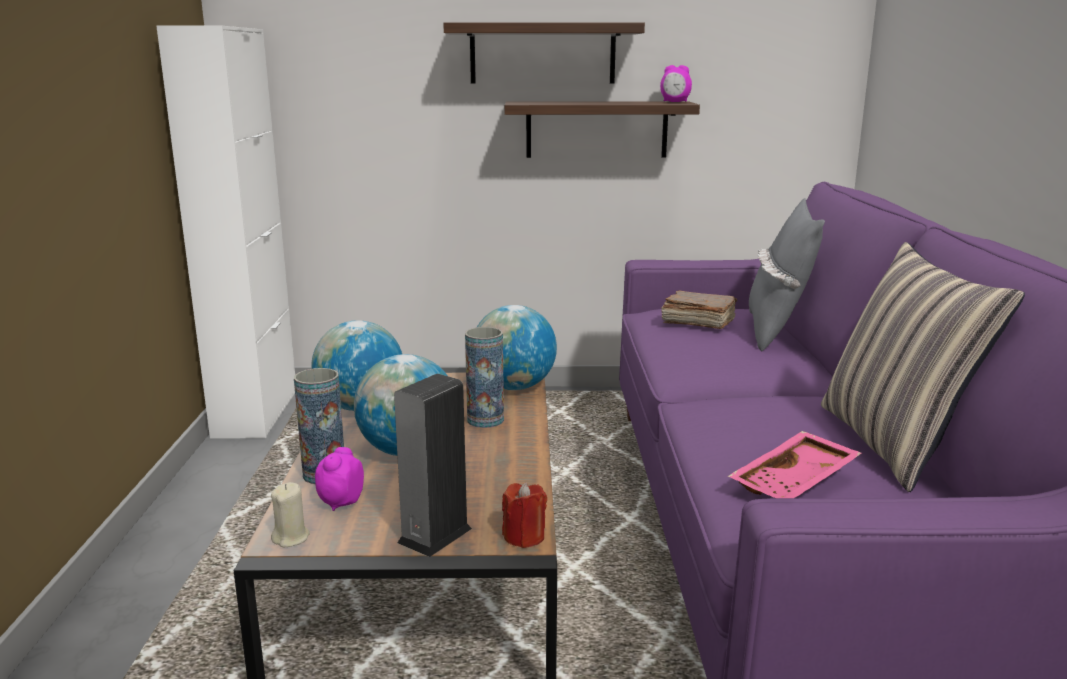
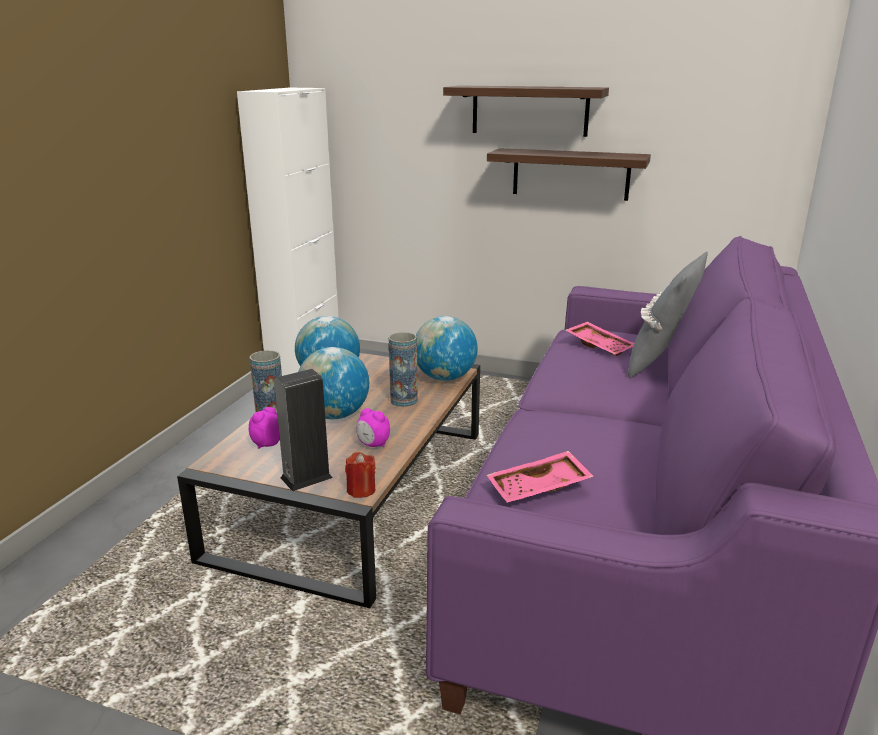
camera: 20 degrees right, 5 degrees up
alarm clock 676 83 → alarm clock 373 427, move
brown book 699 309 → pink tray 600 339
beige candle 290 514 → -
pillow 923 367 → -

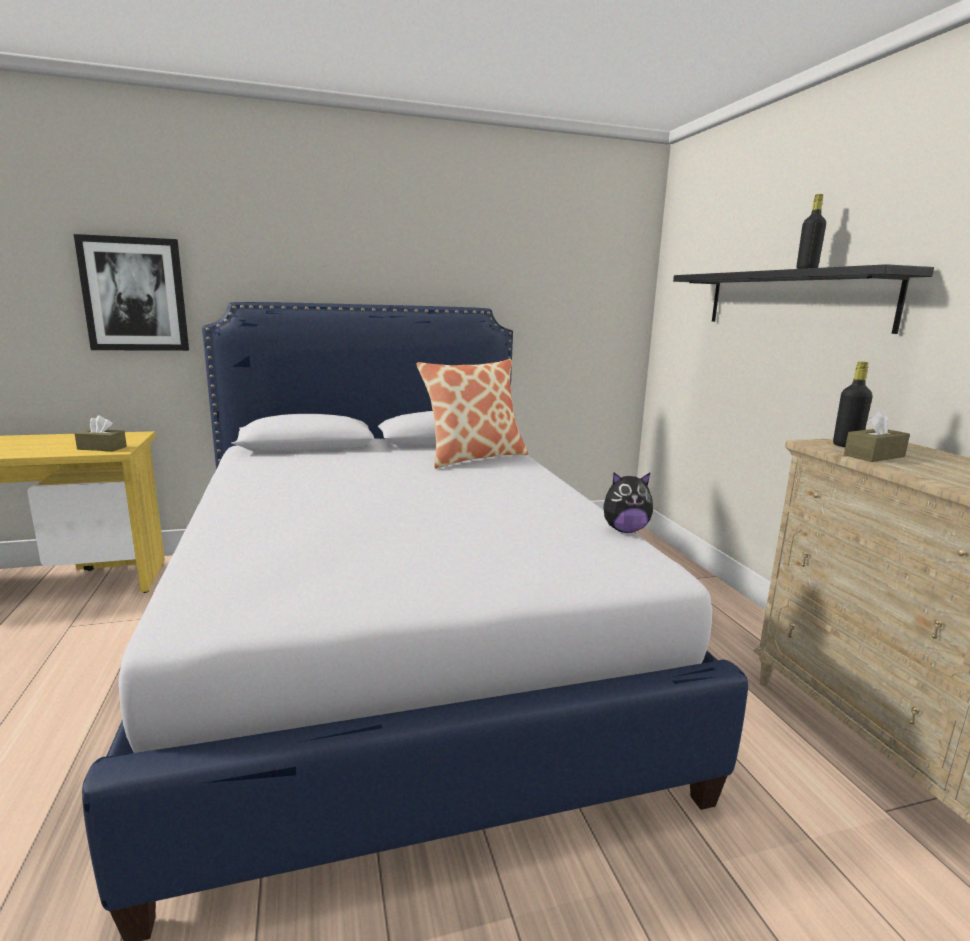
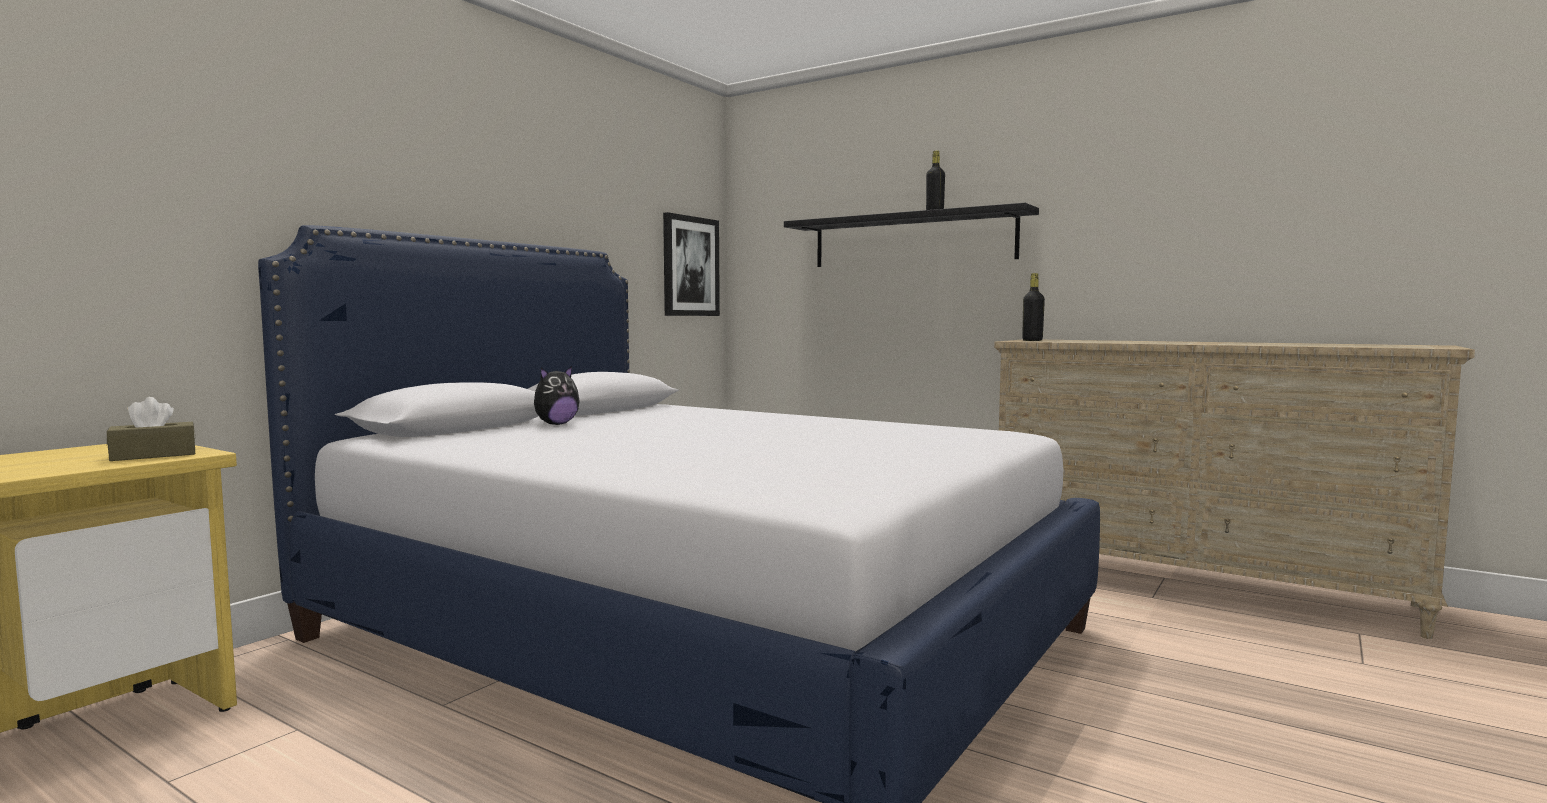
camera: 40 degrees left, 10 degrees down
plush toy 628 503 → plush toy 557 395, move
picture 131 292 → picture 691 264, move
pillow 472 414 → -
brown tissue box 877 435 → -

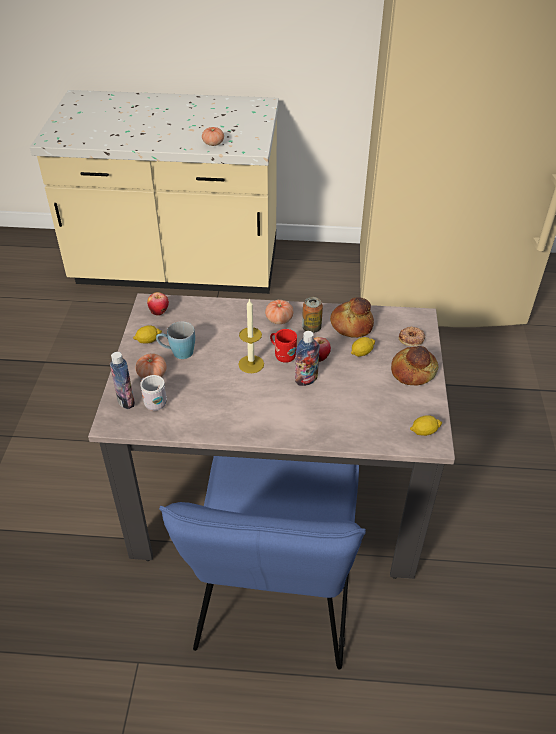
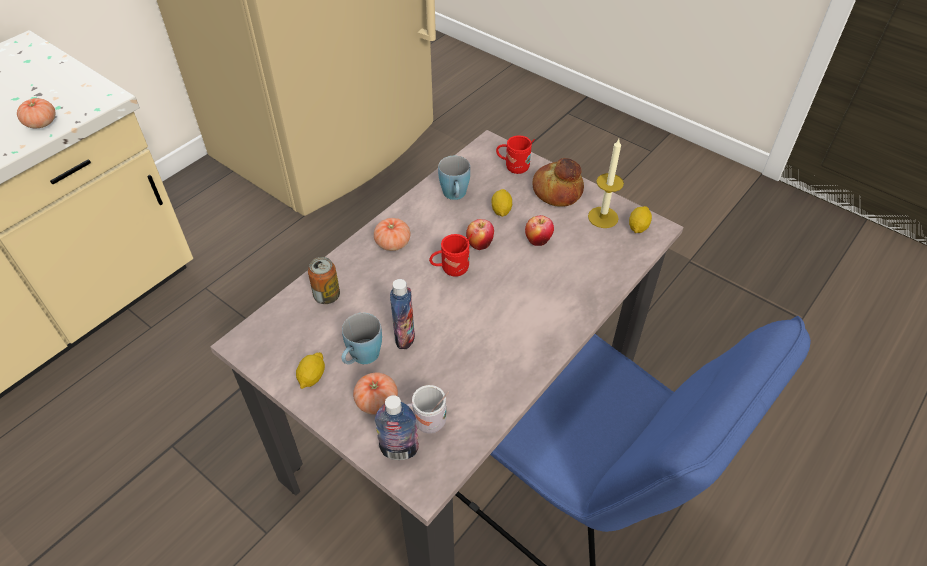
camera: 55 degrees left, 5 degrees up
can 312 315 → can 324 280, move
bottle 307 358 → bottle 402 314, move
bread 352 317 → blue mug 454 178
donut 412 336 → red mug 515 154
apple 158 304 → apple 539 230, move
candle 251 335 → candle 606 183, move

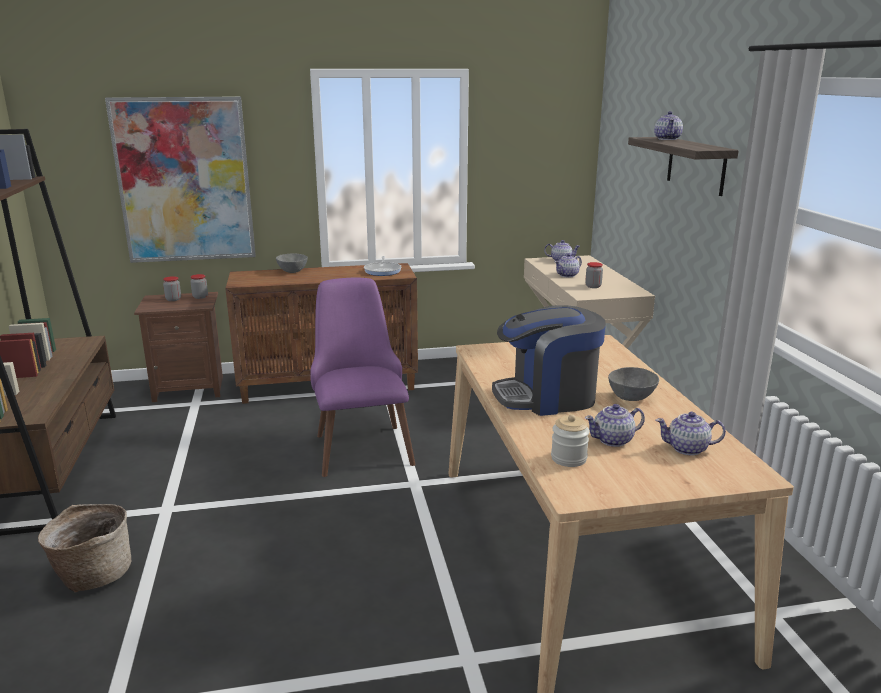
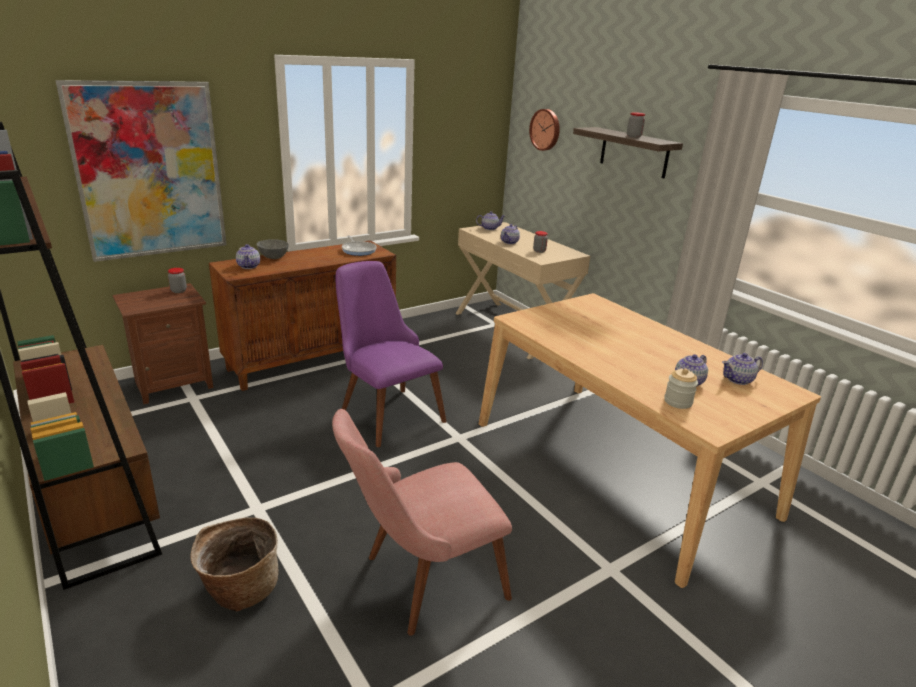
camera: 25 degrees left, 5 degrees up
teapot 668 125 → teapot 248 256, move
- → pink chair 422 522
- → wall clock 544 130
jar 172 288 → jar 636 125, move
coffee machine 549 360 → -
grey bowl 633 384 → -

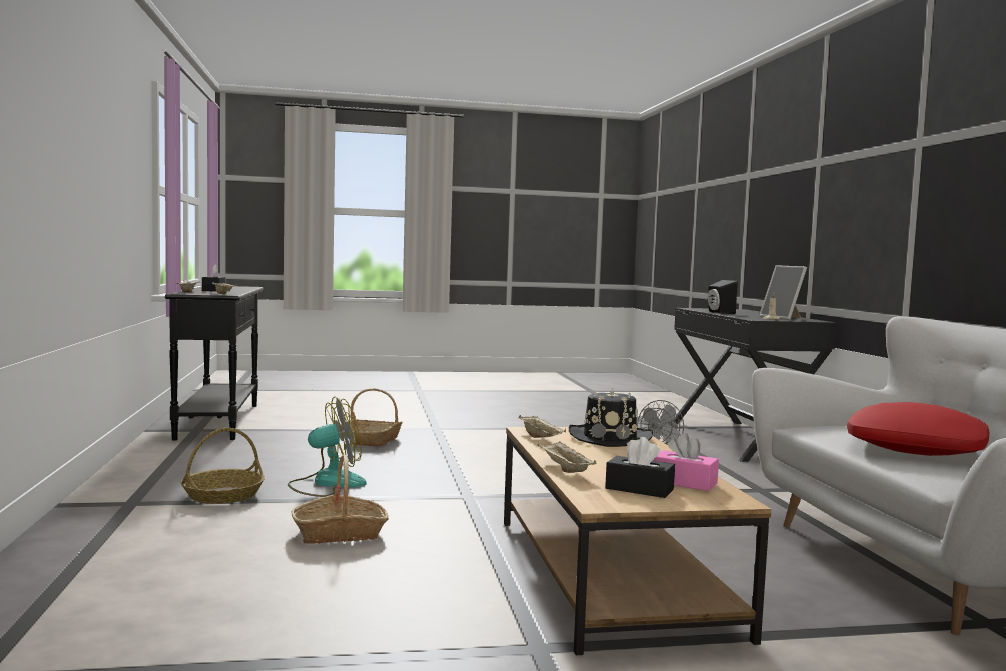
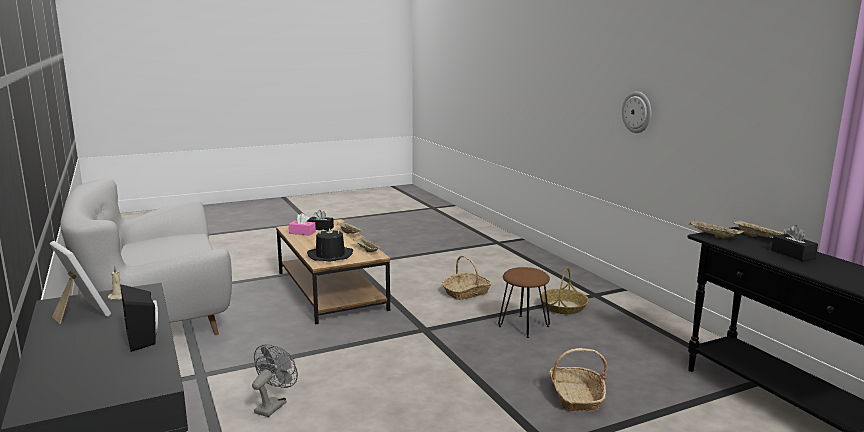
camera: 165 degrees right, 10 degrees up
fan 327 447 → brown stool 524 302
- → wall clock 636 112
red pillow 918 429 → -

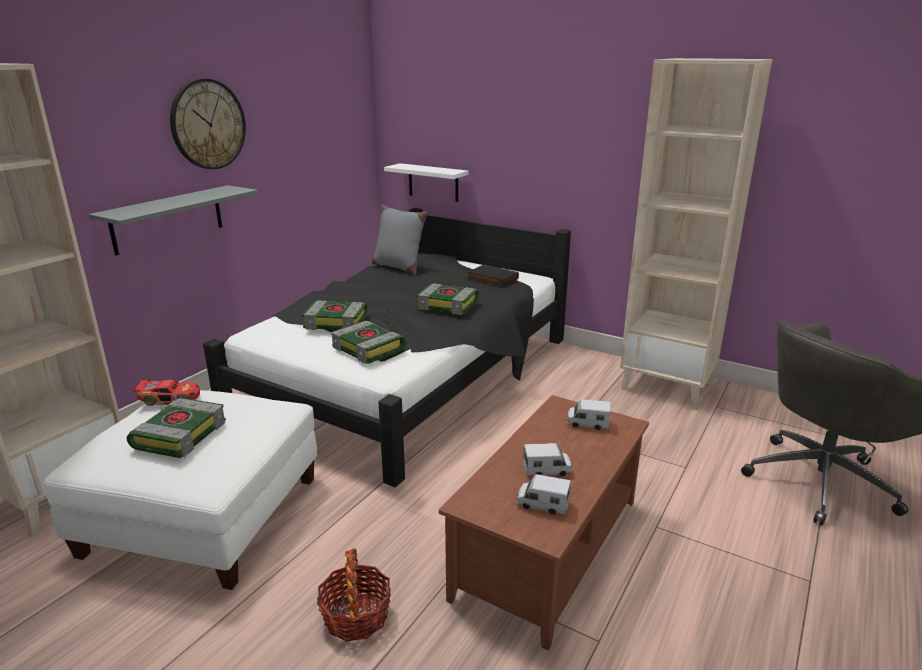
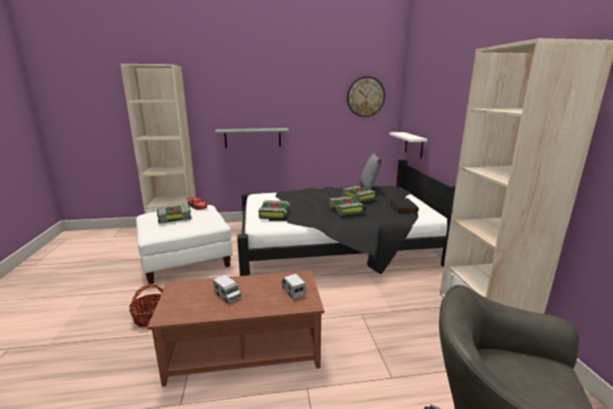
camera: 50 degrees right, 5 degrees down
book 335 315 → book 360 194, move
wall clock 208 123 → wall clock 366 96, move
toy truck 543 494 → -

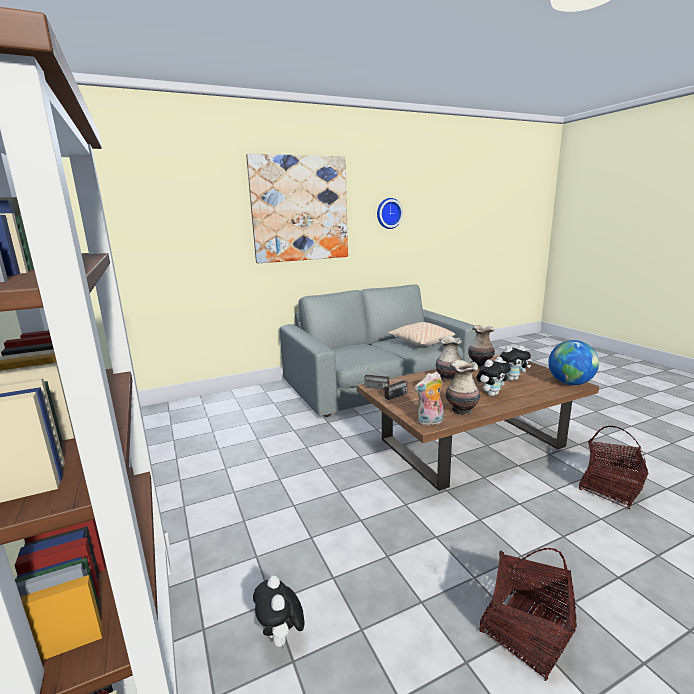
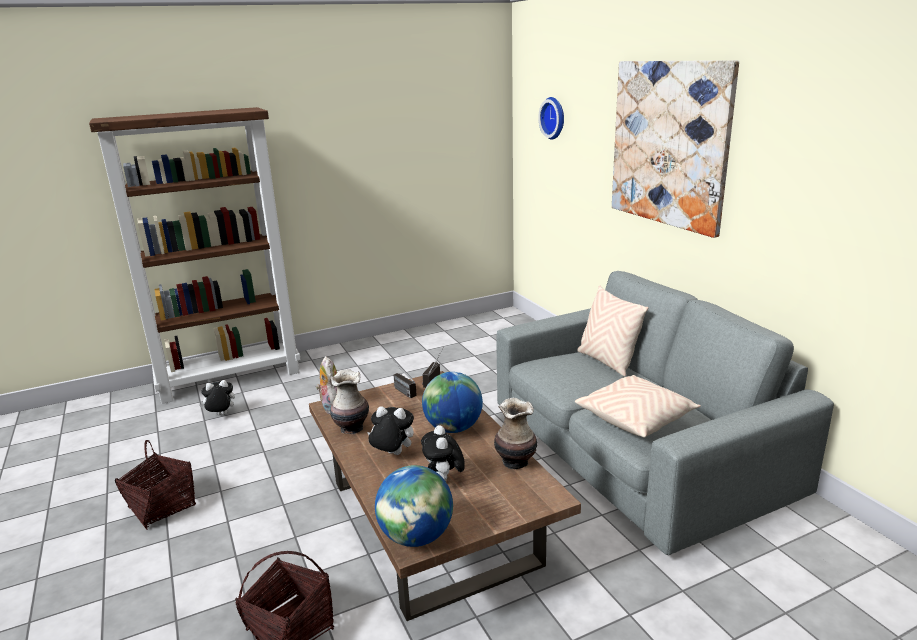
camera: 90 degrees right, 5 degrees up
plush toy 493 376 → plush toy 390 430, 135 degrees clockwise
vase 449 359 → globe 452 402
wall clock 390 213 → wall clock 551 118, move
- → beige pillow 612 331

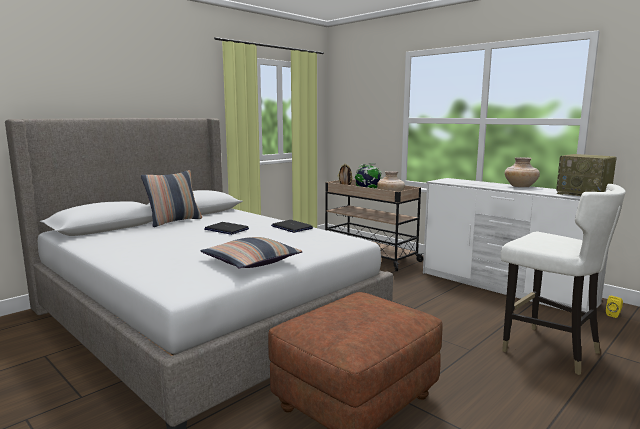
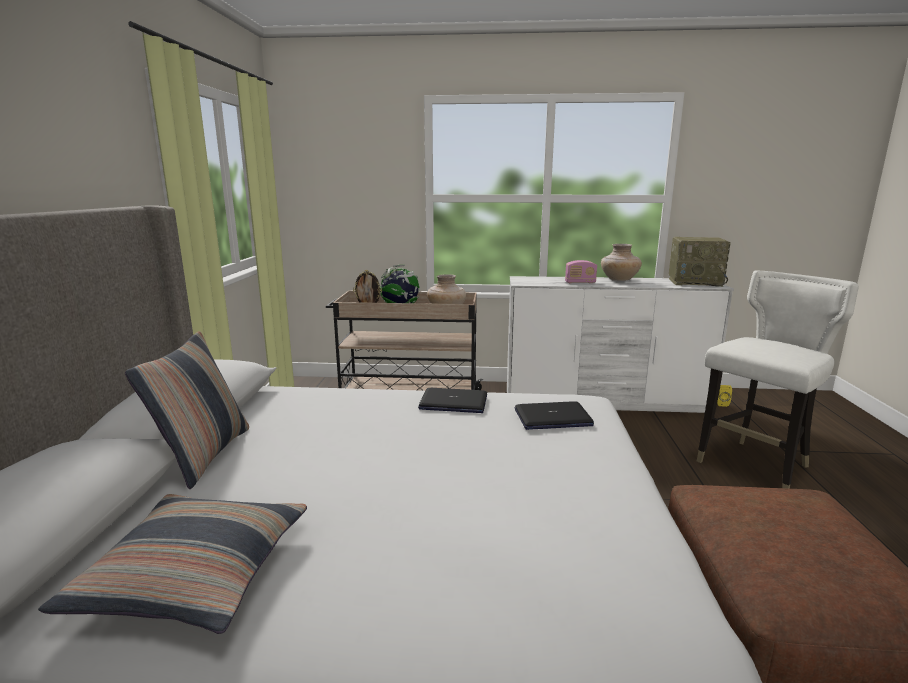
camera: 40 degrees left, 5 degrees up
pillow 251 252 → pillow 172 564, move
laptop 226 228 → laptop 554 415, move
- → radio 581 271
white chair 563 279 → white chair 778 380, 45 degrees counterclockwise

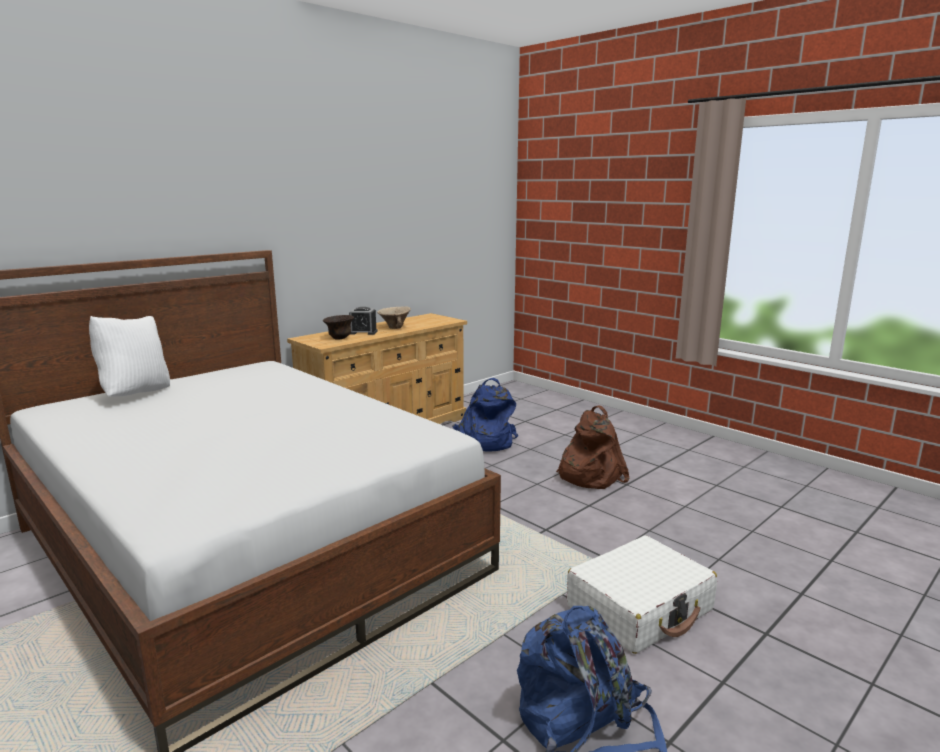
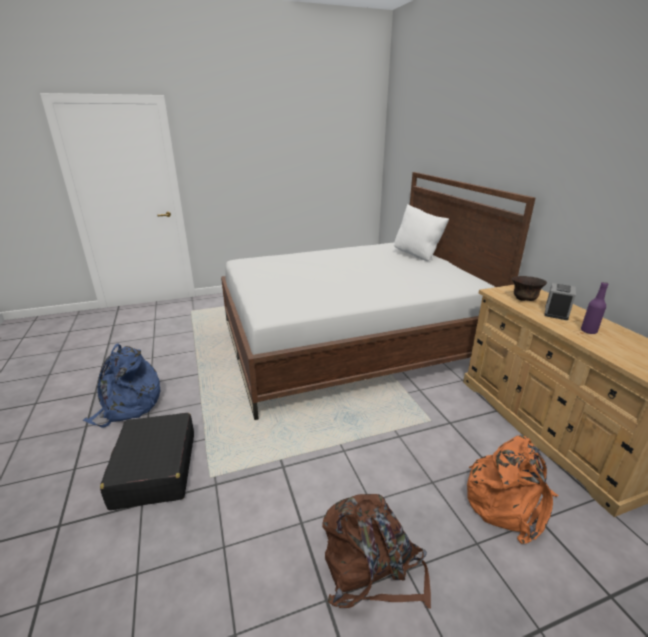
camera: 115 degrees right, 10 degrees up
white suitcase 642 595 → black suitcase 147 461
blue backpack 485 414 → orange backpack 513 489
beige bowl 394 317 → purple bottle 595 308

